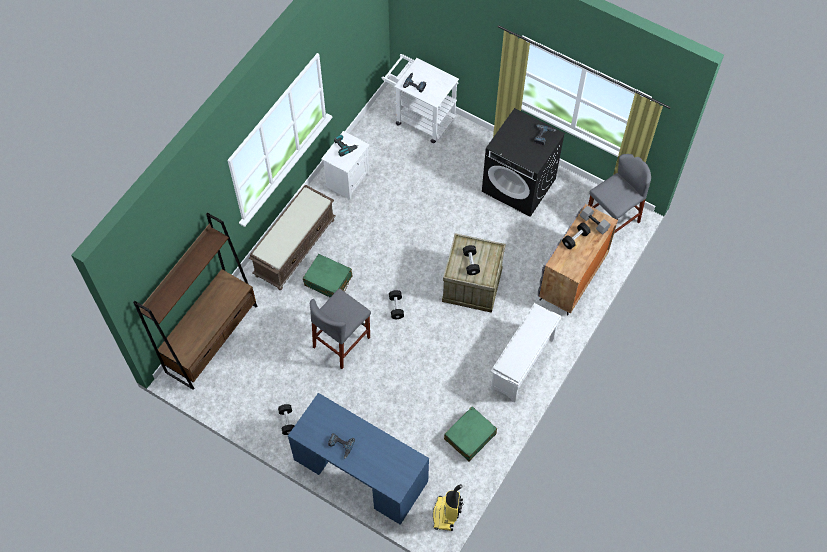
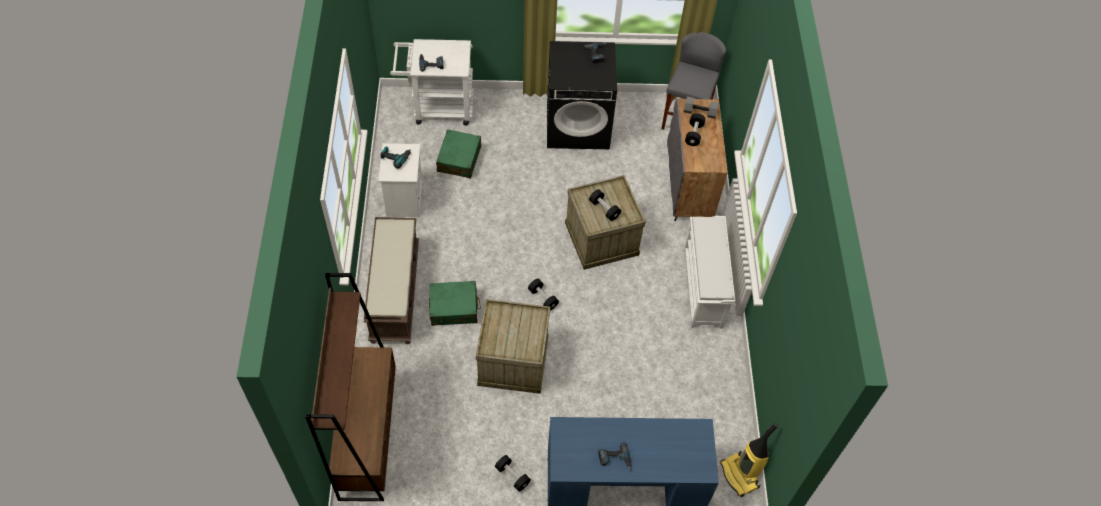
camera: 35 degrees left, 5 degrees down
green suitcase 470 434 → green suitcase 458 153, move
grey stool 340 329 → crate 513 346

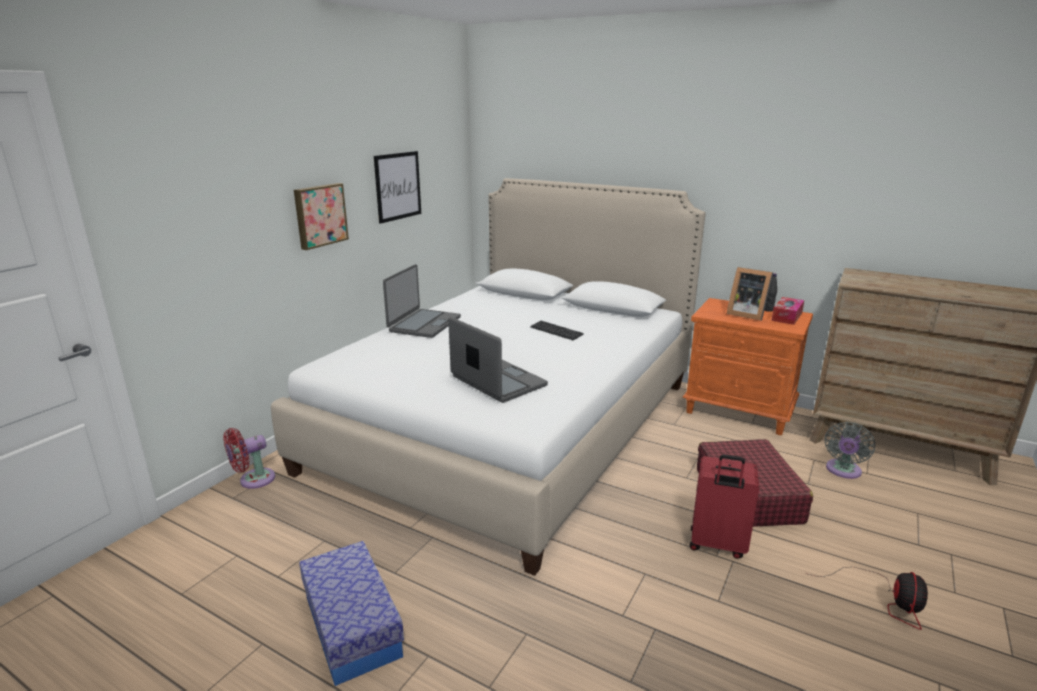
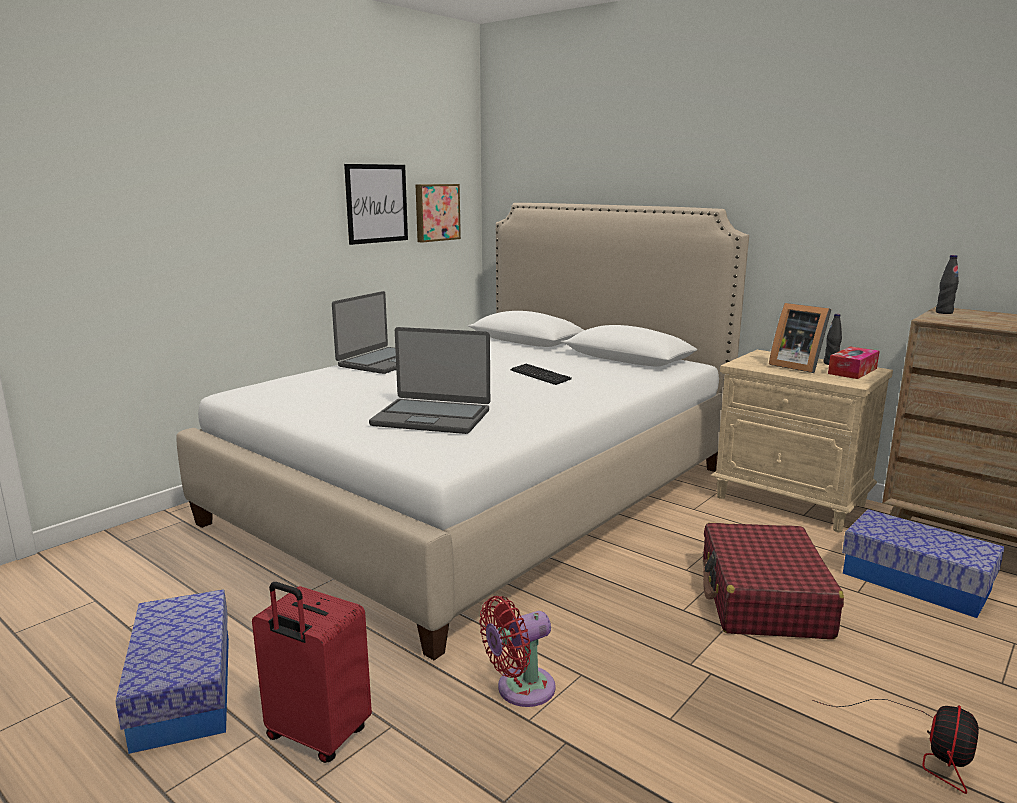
camera: 10 degrees right, 5 degrees down
red suitcase 724 506 → red suitcase 312 672, move
laptop 498 360 → laptop 429 380, 135 degrees clockwise
picture 321 216 → picture 438 213, move
red fan 249 458 → red fan 517 651, move
orange nightstand 747 366 → beige nightstand 802 441
grey fan 850 450 → storage box 923 563
- → black bottle 947 284

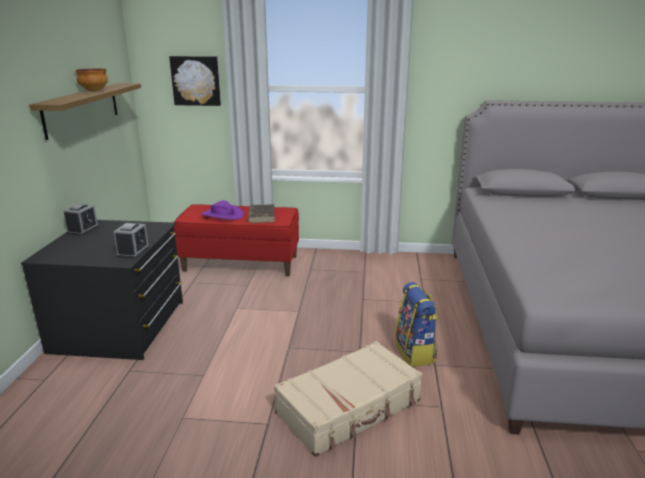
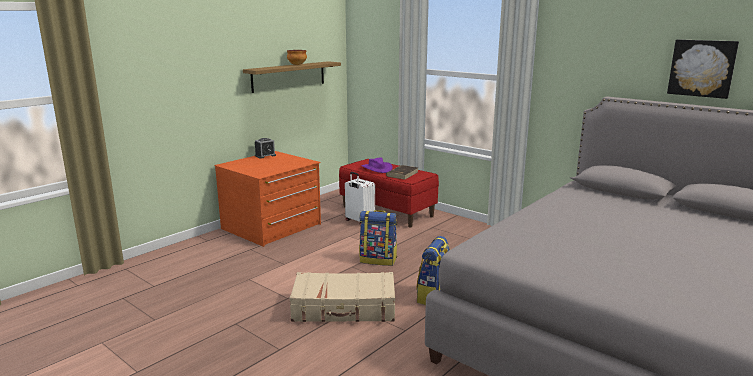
camera: 35 degrees right, 5 degrees down
black dresser 102 290 → orange dresser 267 199
- → white suitcase 360 198
- → backpack 378 238
picture 195 81 → picture 703 69, move
alarm clock 132 240 → -

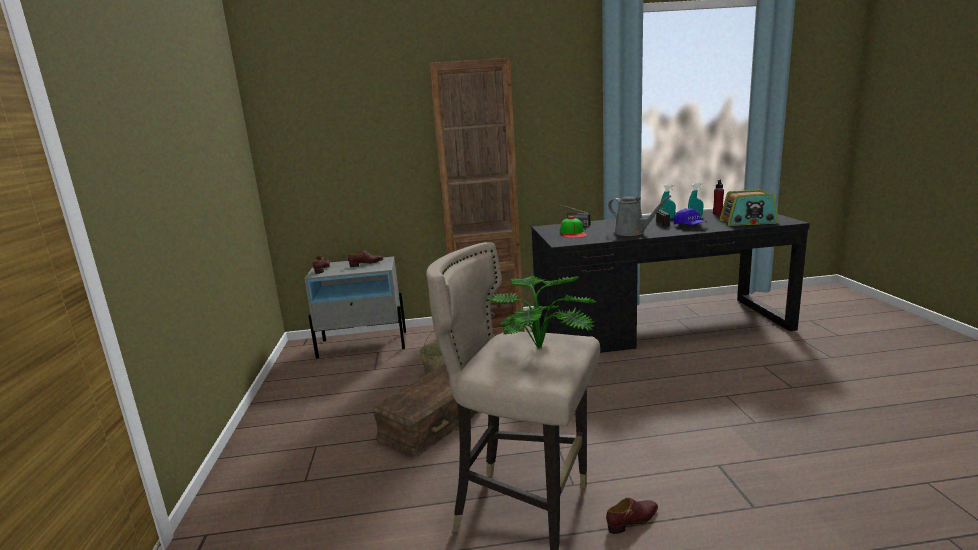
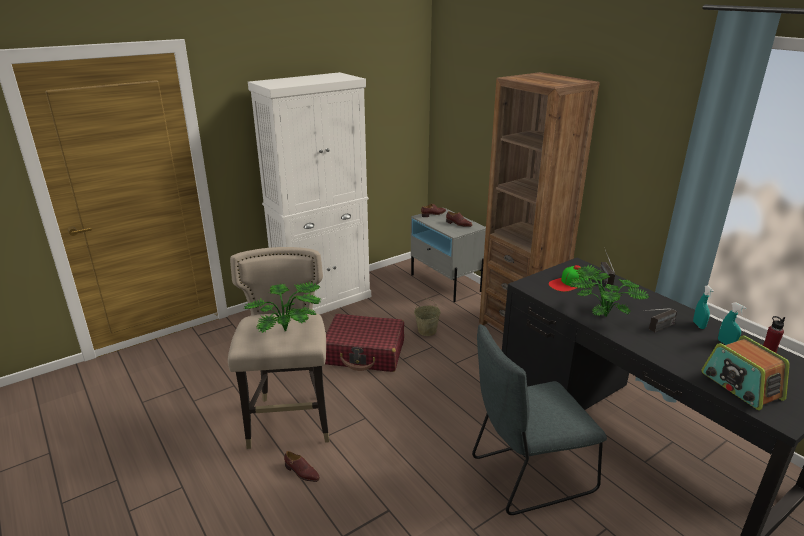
camera: 60 degrees right, 10 degrees up
- → white cabinet 309 193
brown storage box 426 411 → red suitcase 364 343
- → grey chair 539 419
grey watering can 639 215 → potted plant 609 291
blue cap 690 216 → -

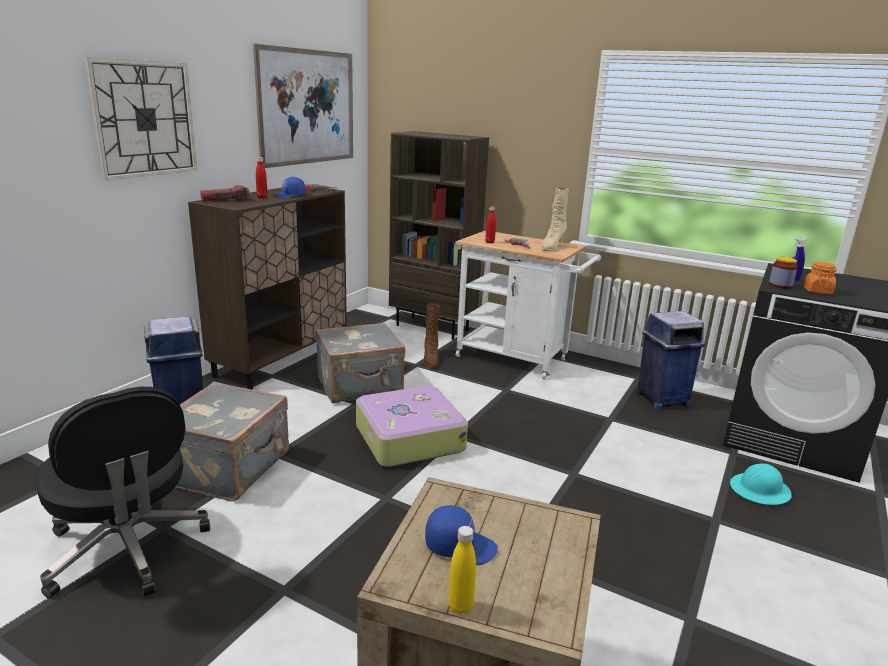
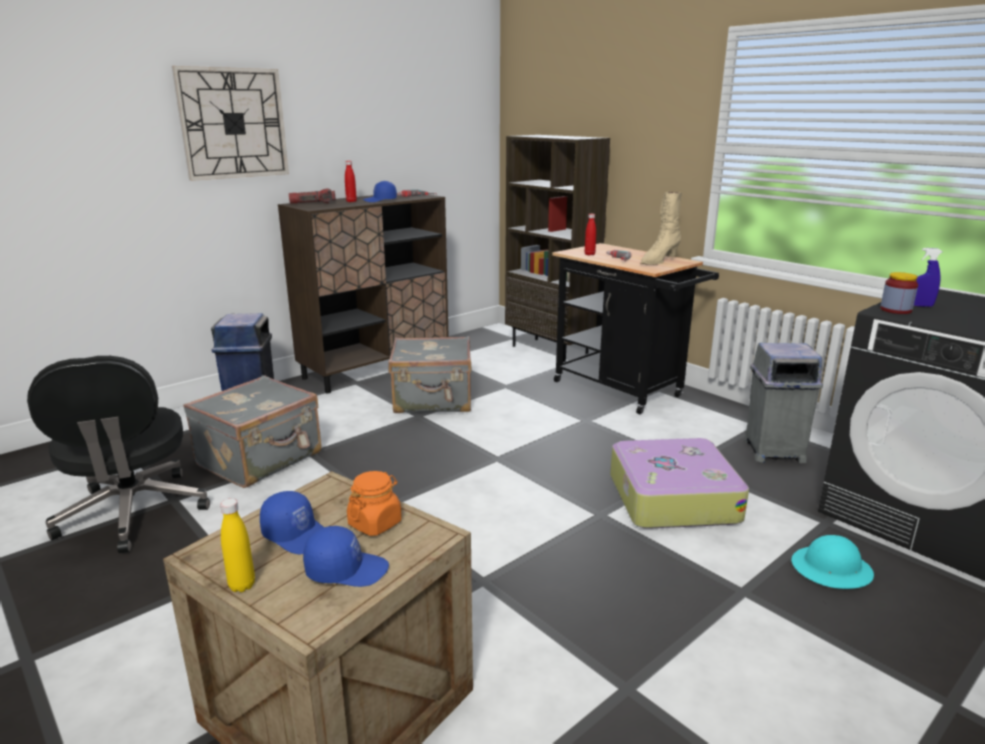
camera: 20 degrees right, 0 degrees up
- → blue cap 346 556
orange jar 820 278 → orange jar 374 503, move
white cart 528 305 → black cart 635 329
suitcase 412 426 → suitcase 679 483, move
blue trash can 670 360 → grey trash can 783 403
picture 303 106 → -
brown boot 432 336 → -

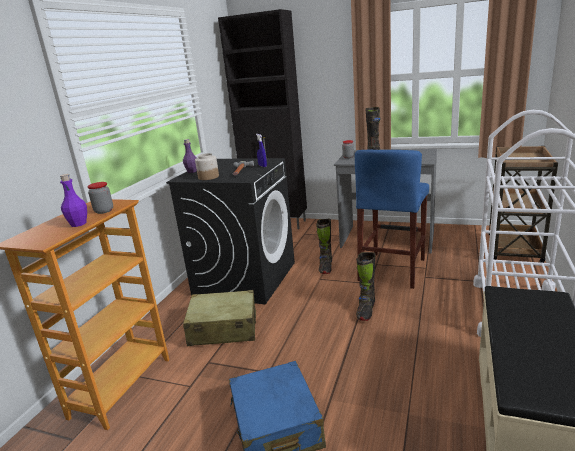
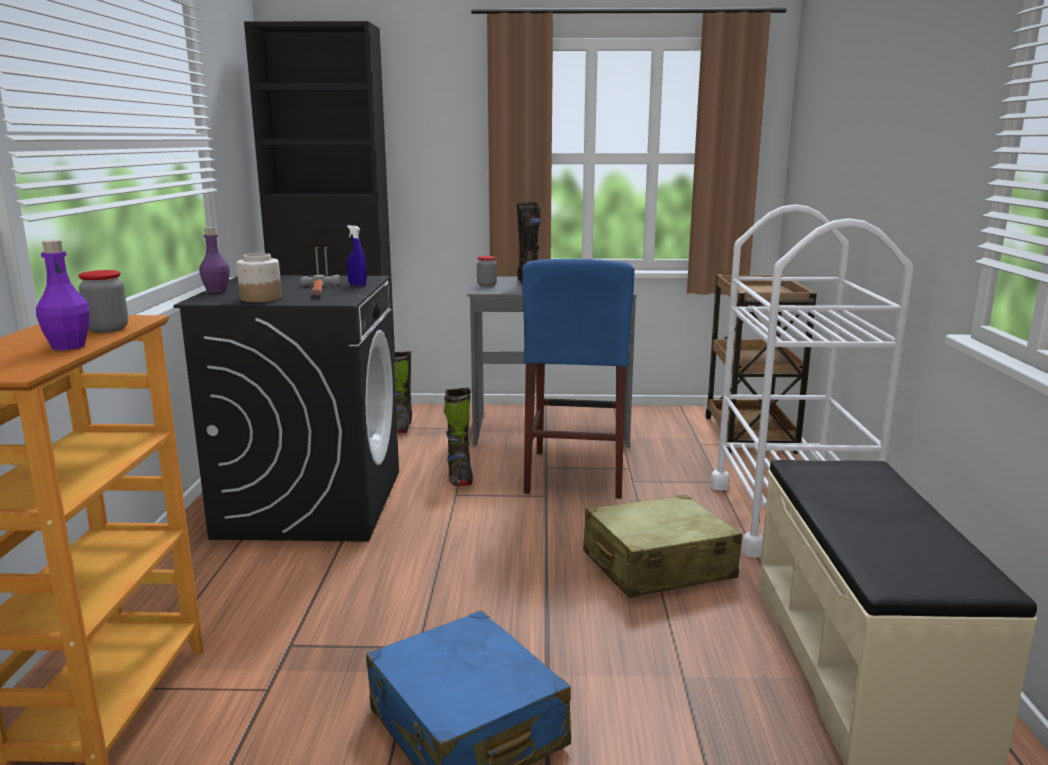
camera: 20 degrees left, 5 degrees down
black boot 366 286 → black boot 402 392, move
beige suitcase 219 318 → beige suitcase 662 546, move

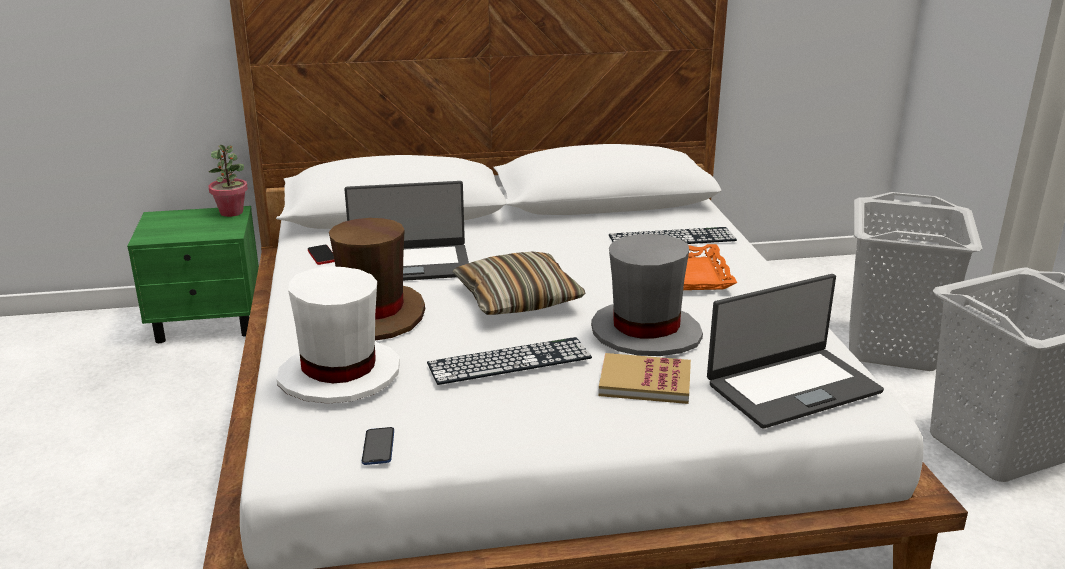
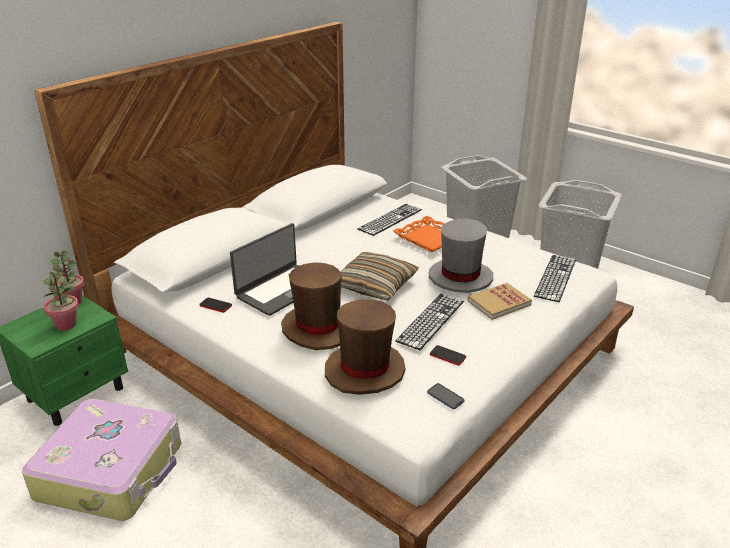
camera: 40 degrees left, 5 degrees up
- → suitcase 101 460
- → potted plant 61 301
white hat 338 335 → brown hat 365 347
- → phone 448 355
laptop 795 351 → keyboard 555 278

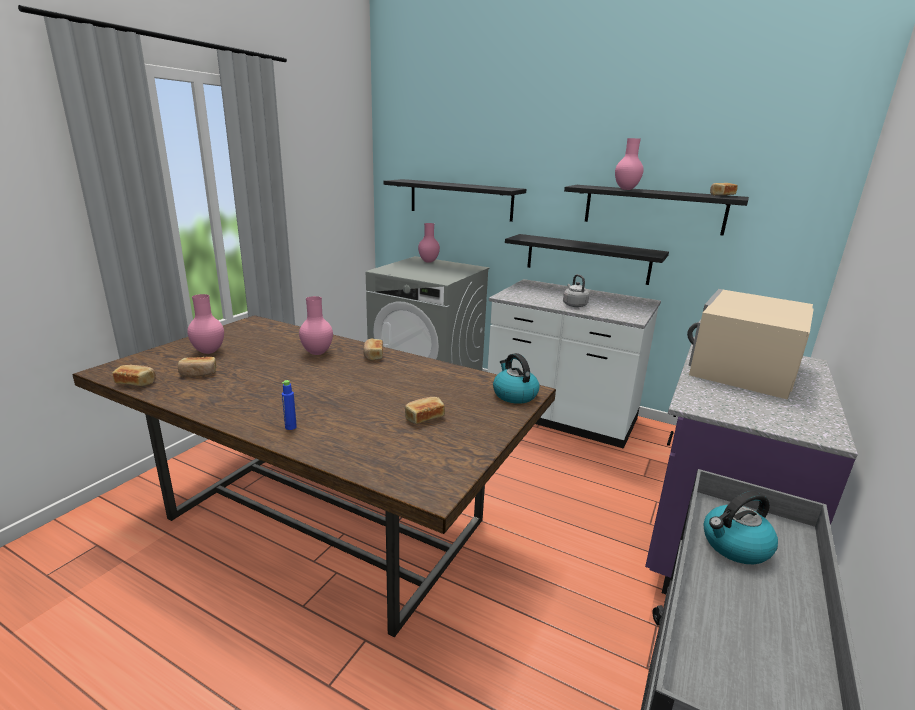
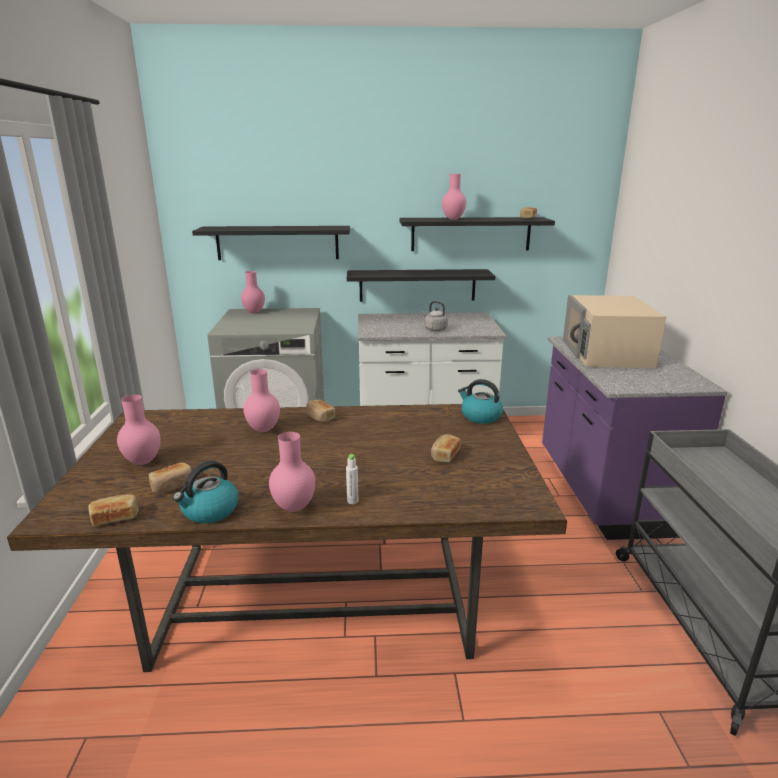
camera: 30 degrees left, 0 degrees up
kettle 740 527 → kettle 205 492, move
- → pink vase 292 472
blue bottle 289 405 → white bottle 352 479

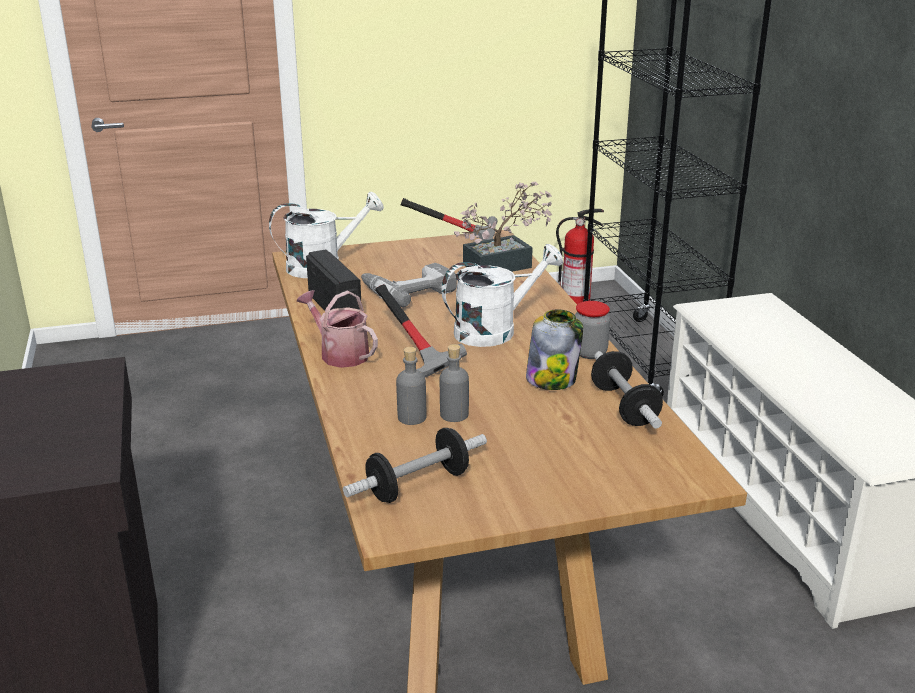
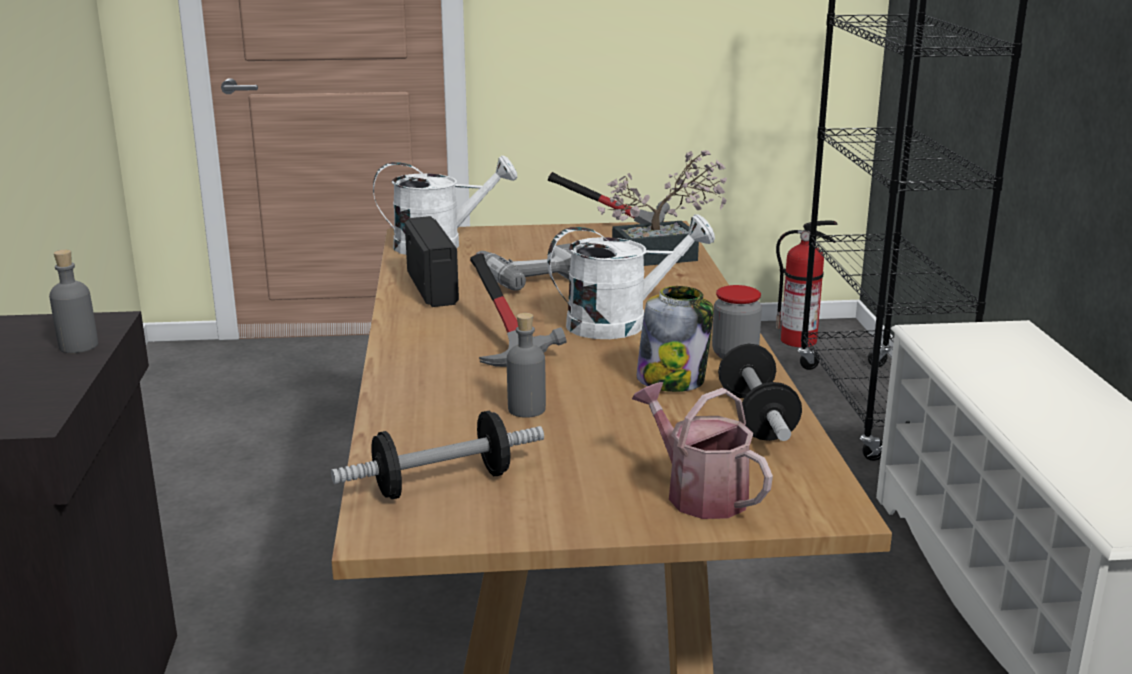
camera: 10 degrees right, 5 degrees down
grey bottle 411 386 → grey bottle 73 301, move
watering can 337 329 → watering can 702 450, move

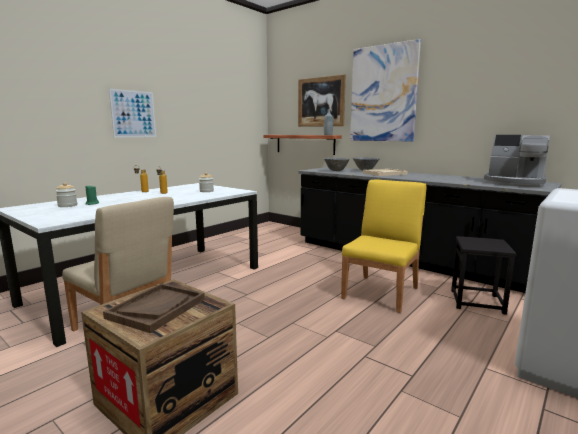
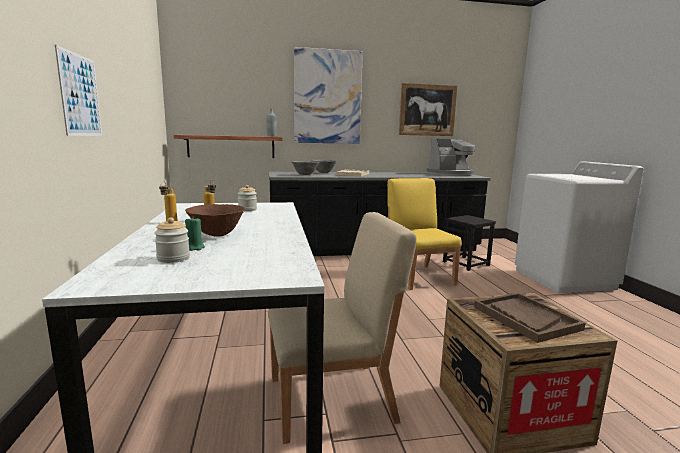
camera: 50 degrees left, 0 degrees up
- → brown bowl 215 220
picture 322 101 → picture 428 109, move

